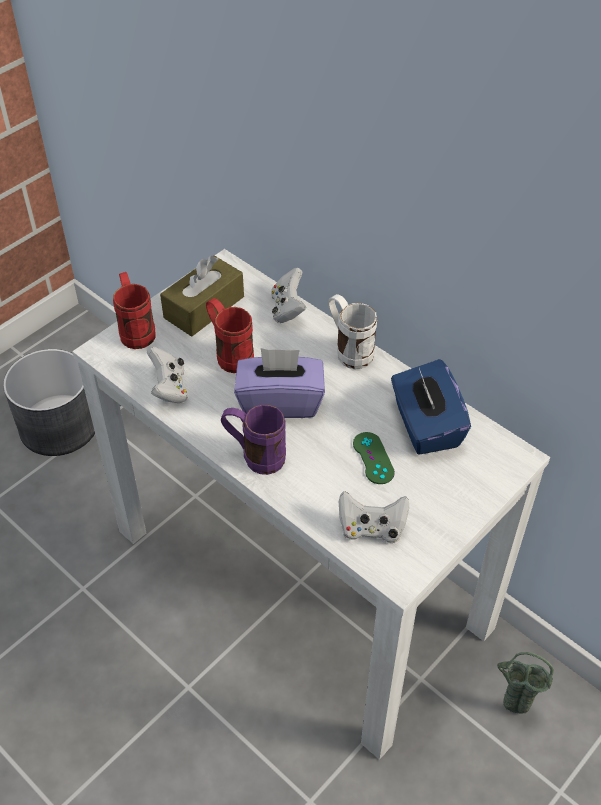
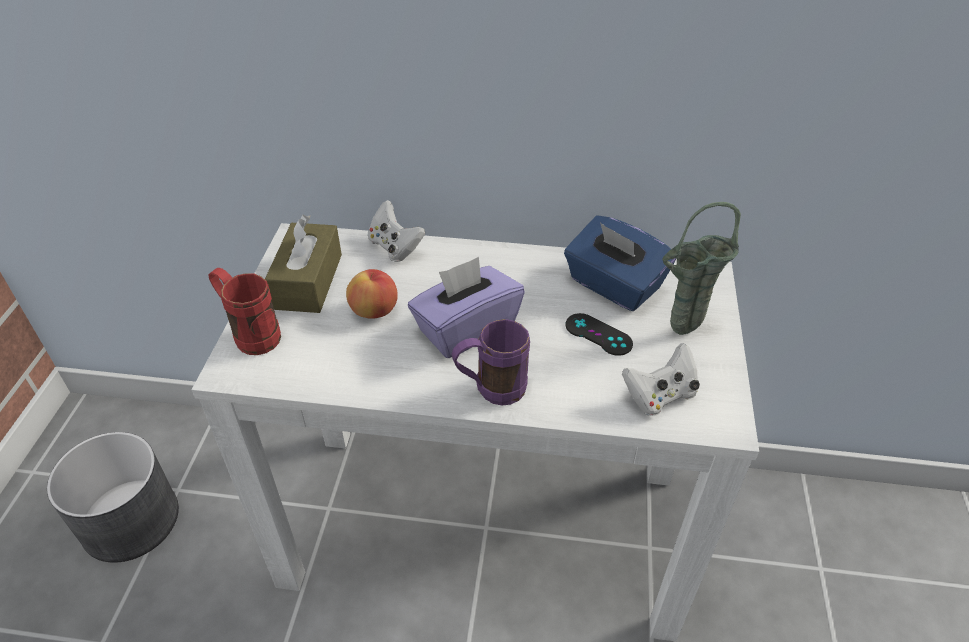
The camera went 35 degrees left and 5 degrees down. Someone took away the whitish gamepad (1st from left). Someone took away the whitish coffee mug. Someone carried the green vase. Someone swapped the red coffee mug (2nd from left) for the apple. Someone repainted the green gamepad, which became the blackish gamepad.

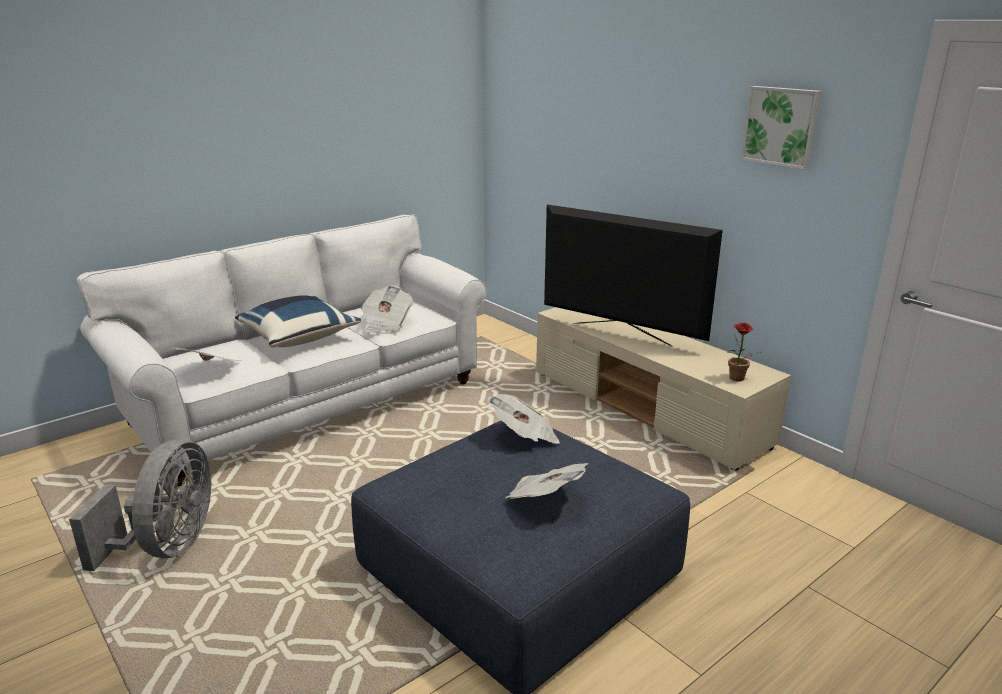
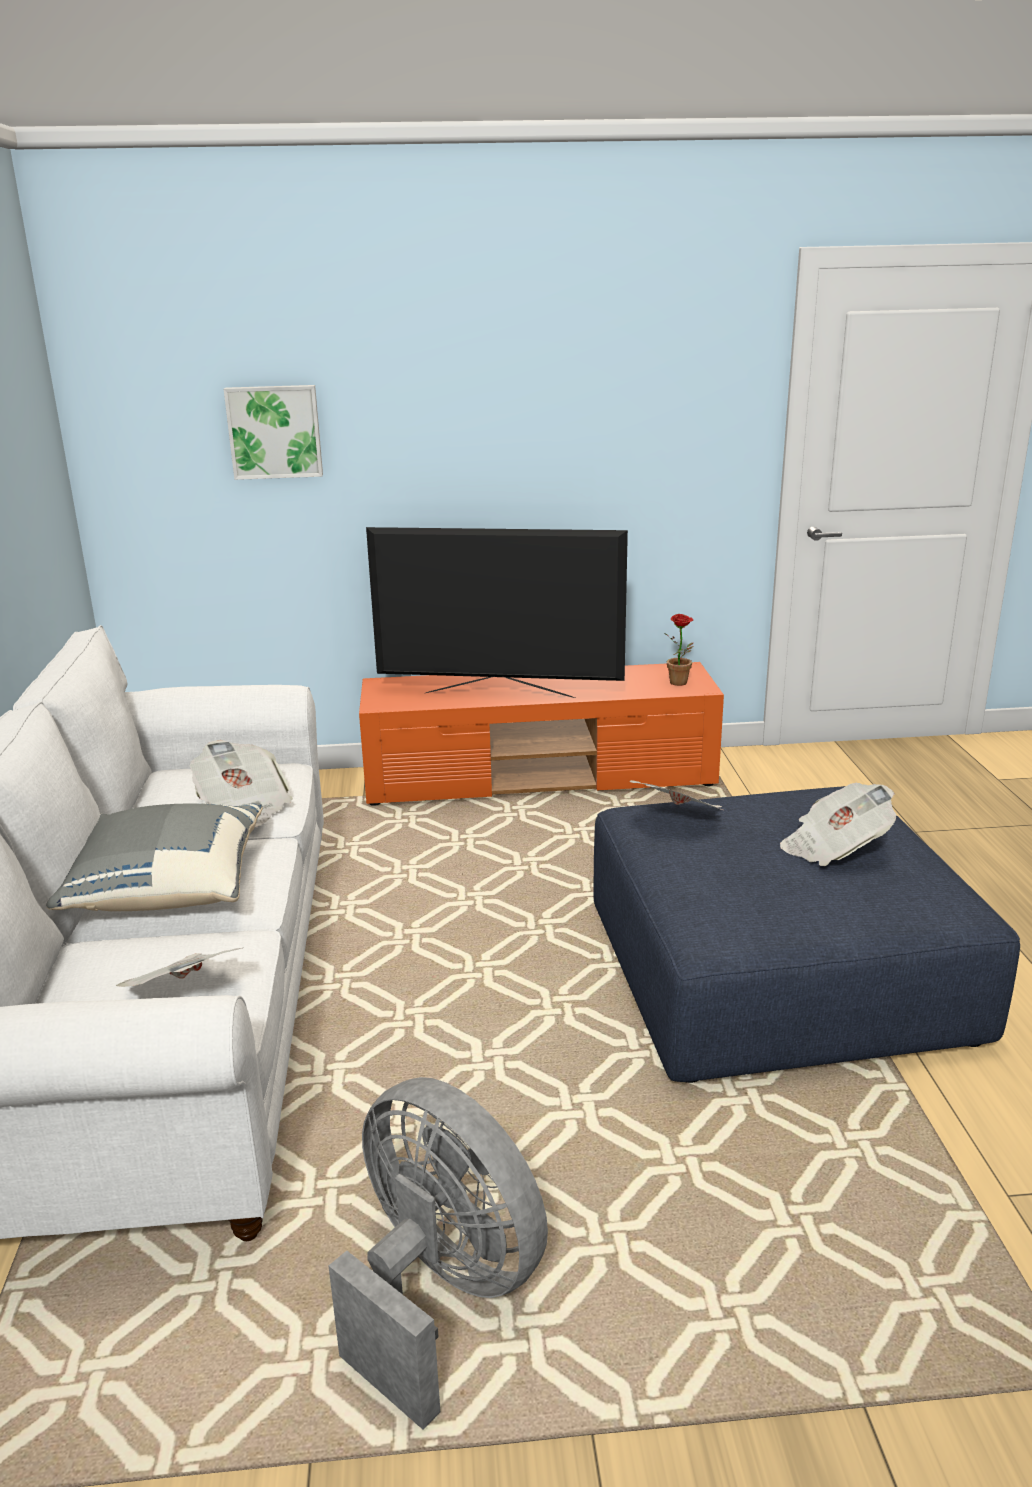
The camera went 55 degrees left and 0 degrees up. Someone carried the picture. Someone repainted the blue throw pillow, which became the gray throw pillow. Someone repainted the beige-coloured tv stand, which became the orange tv stand. Someone rotated the TV set by 150 degrees counterclockwise.

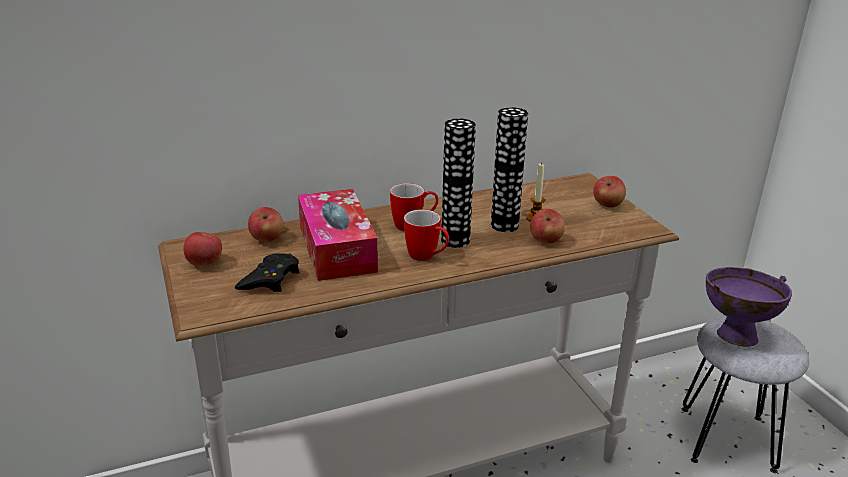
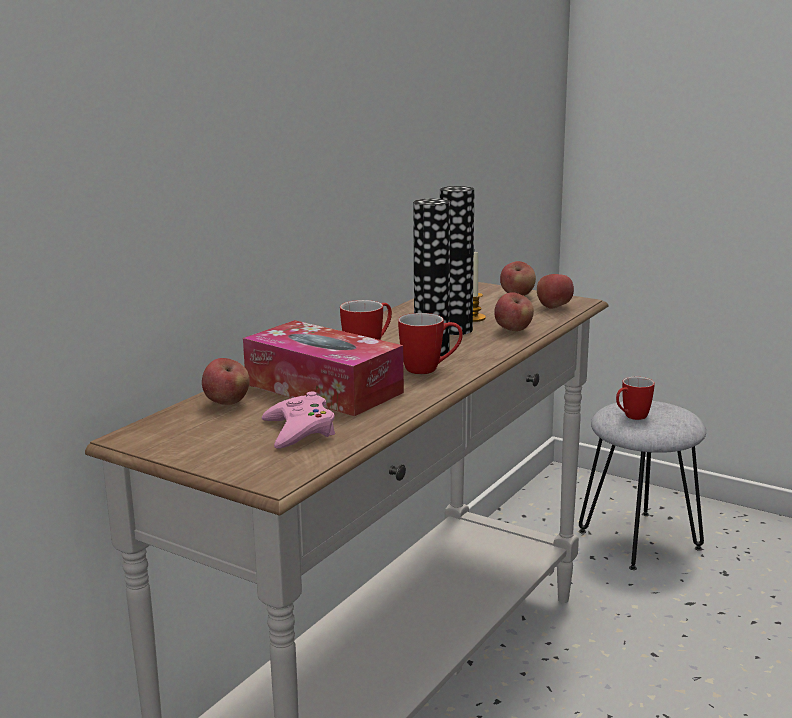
The camera went 35 degrees left and 10 degrees down. Someone carried the apple (1st from left in the first image). Someone swapped the purple serving bowl for the coffee mug (3rd from left). Someone repainted the blackish gamepad, which became the pinkish gamepad.

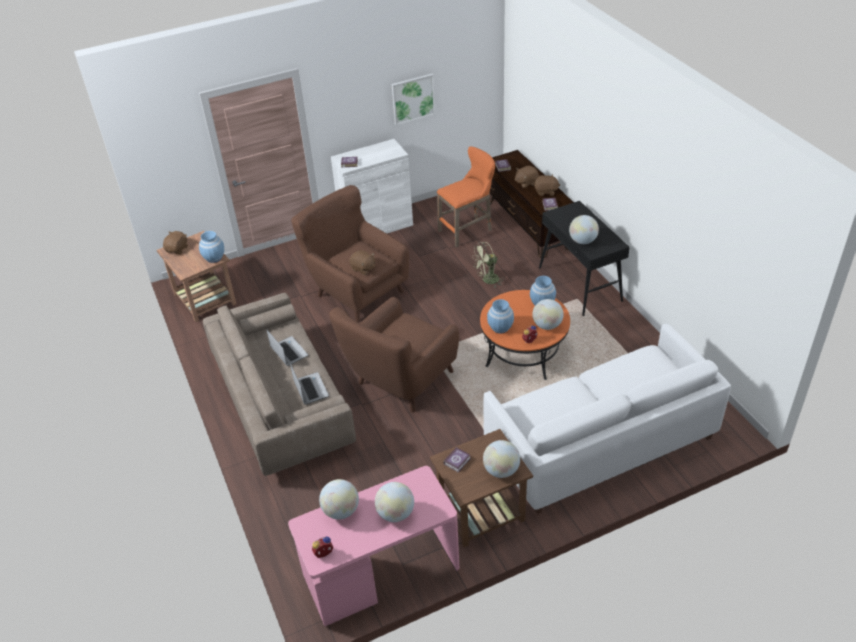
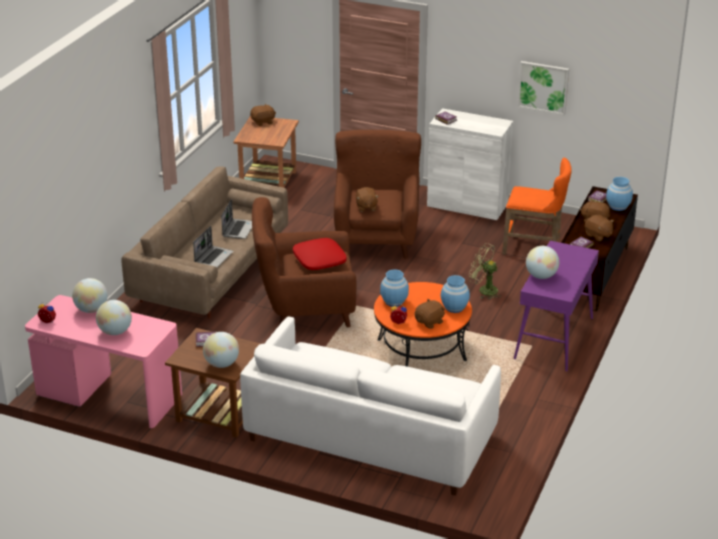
The camera went 45 degrees right and 10 degrees down. Someone put down the red throw pillow. Someone carried the blue vase (1st from left in the first image). Someone swapped the world globe (4th from left) for the brown plush toy (3rd from left). Someone repainted the blackish hall table, which became the purple hall table.

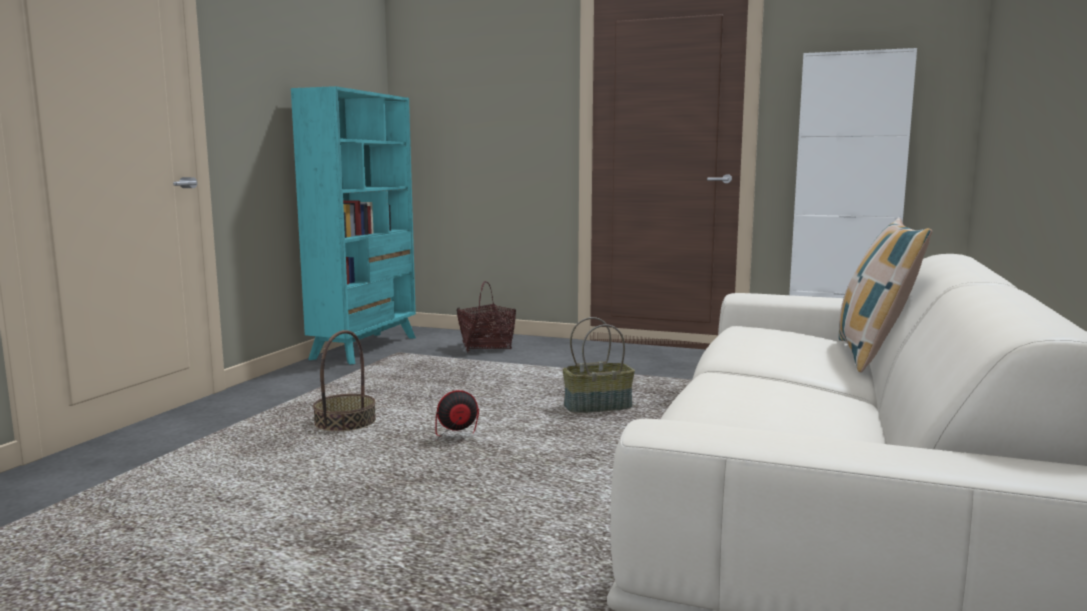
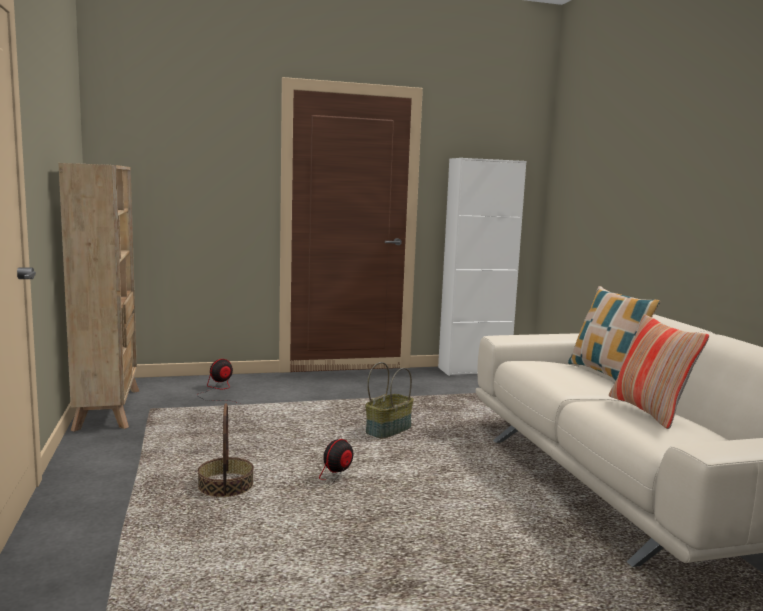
The camera went 35 degrees left and 0 degrees up. Someone put down the throw pillow (2nd from left). Someone swapped the basket (2nd from left) for the cooling fan (1st from left). Someone repainted the blue-green bookcase, which became the beige-coloured bookcase.

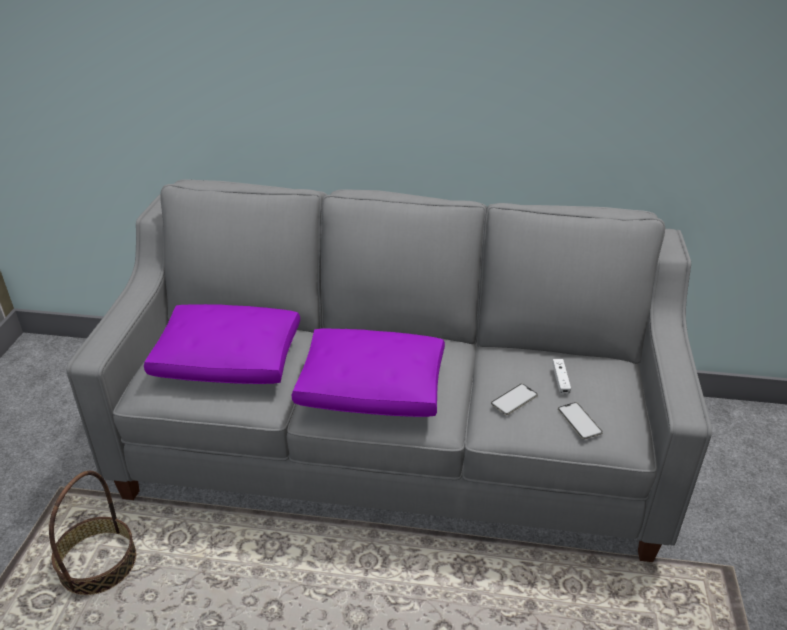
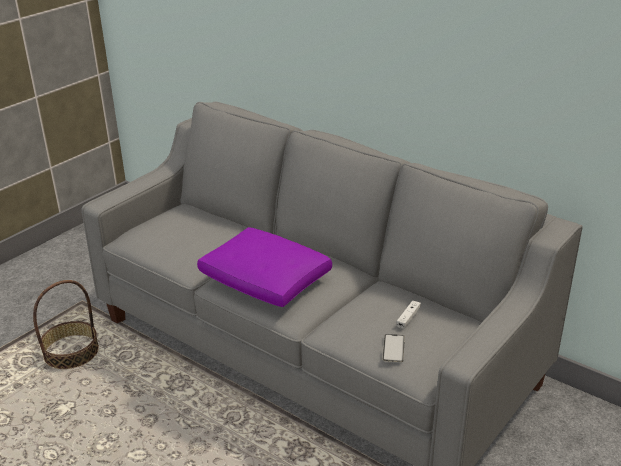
The camera went 30 degrees right and 5 degrees down. Someone took away the purple throw pillow (1st from left). Someone took away the telephone (1st from left).

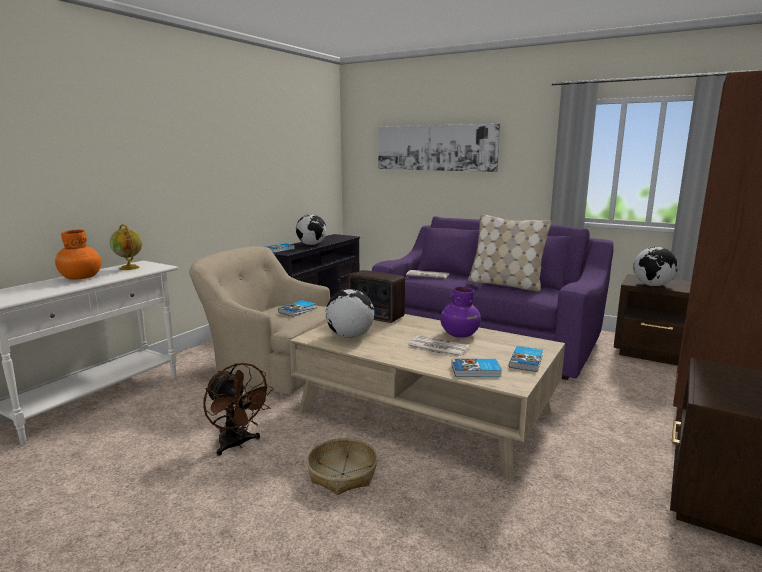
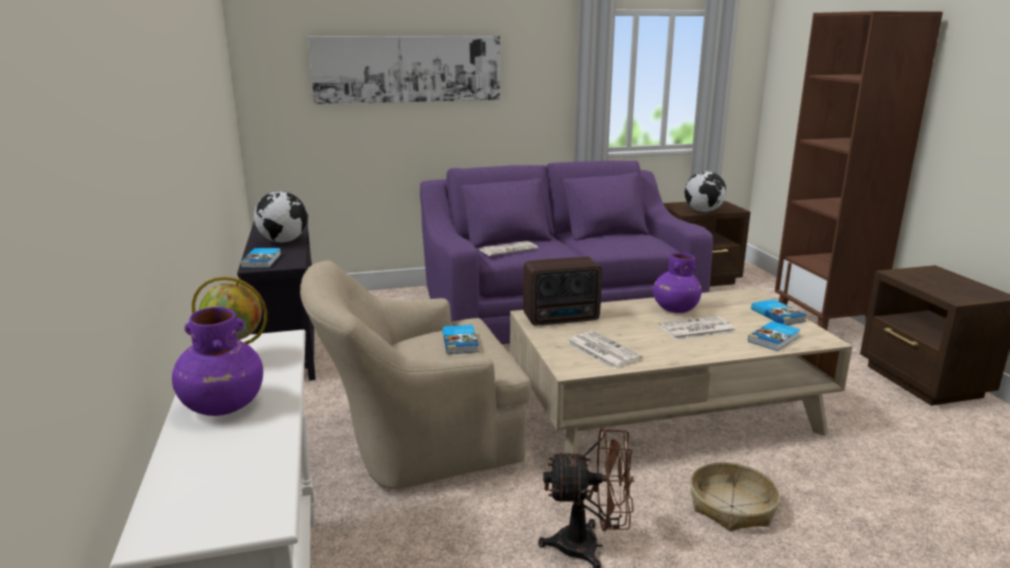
The camera went 45 degrees left and 5 degrees up. Someone took away the beige-coloured throw pillow. Someone swapped the world globe (3rd from left) for the newspaper (2nd from left). Someone repainted the orange vase, which became the purple vase (1st from left).

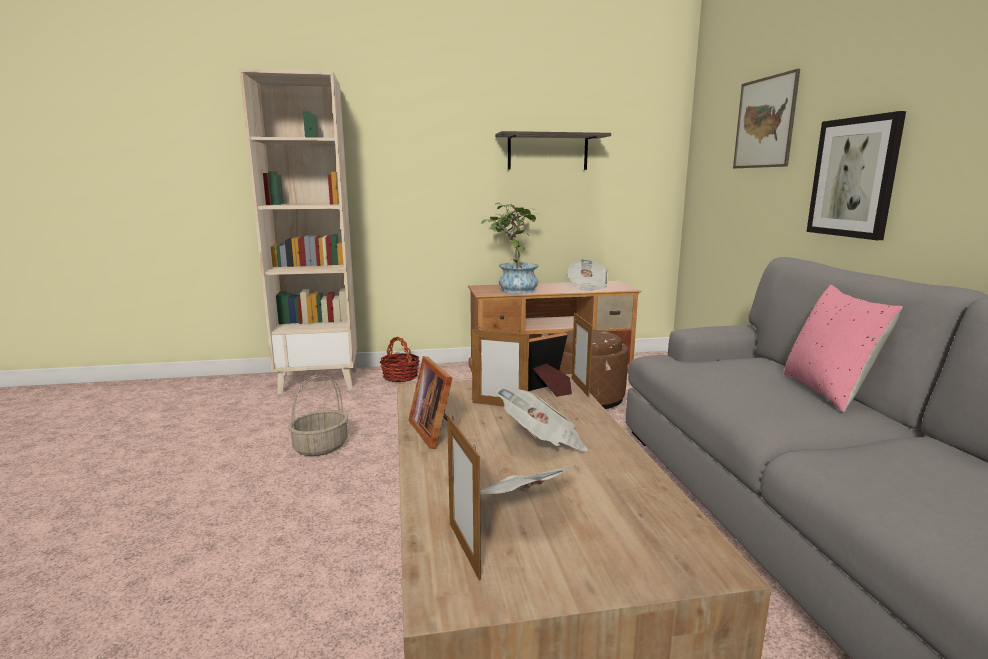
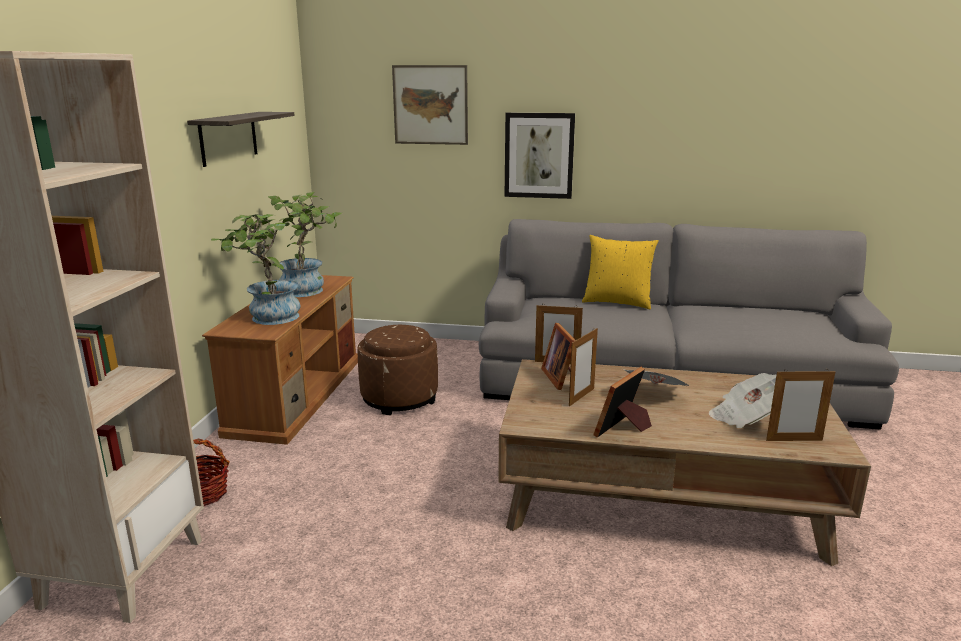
The camera went 70 degrees left and 5 degrees up. Someone took away the basket (1st from left). Someone swapped the newspaper (3rd from left) for the potted plant (2nd from left). Someone repainted the pinkish throw pillow, which became the yellow throw pillow. Someone rotated the photo frame (1st from left in the first image) by 135 degrees clockwise.

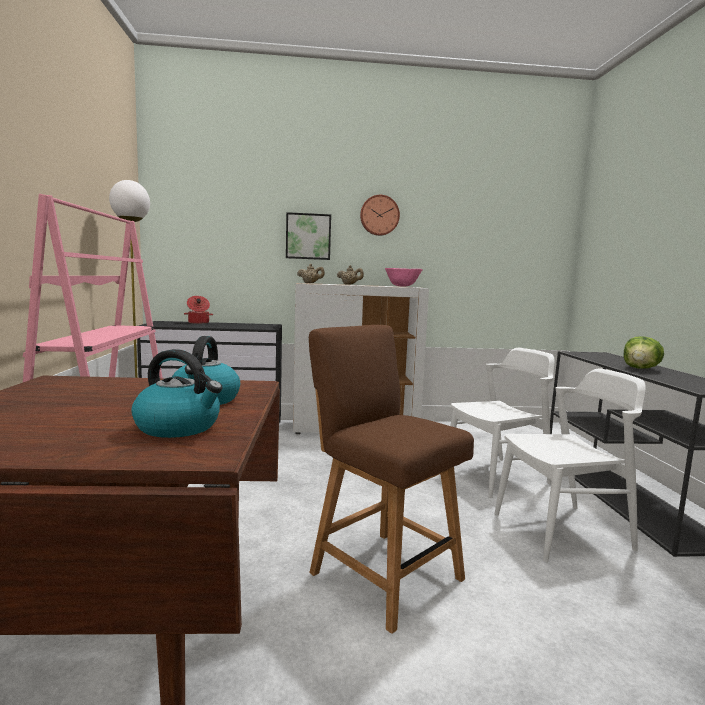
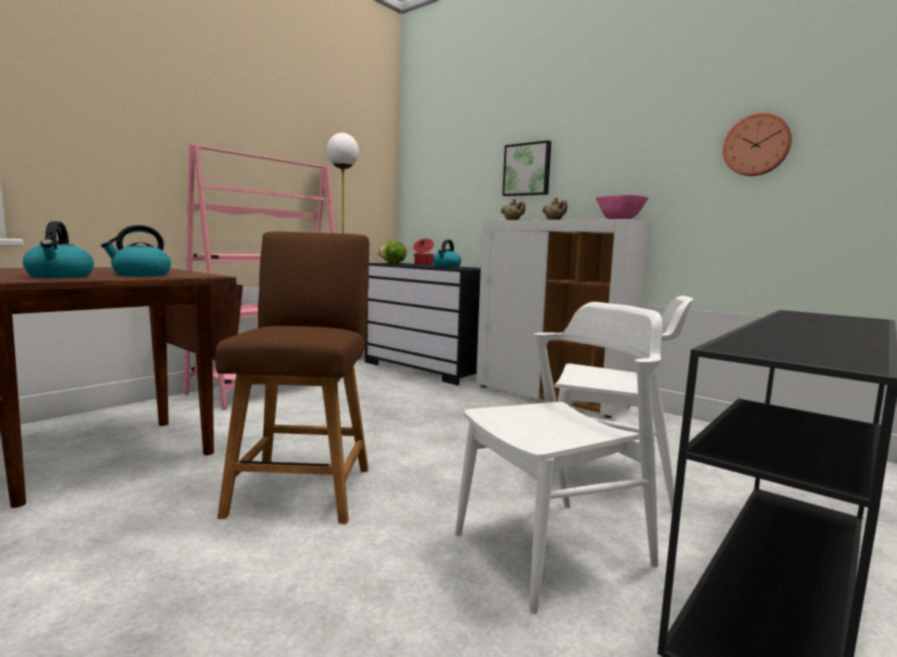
The camera went 45 degrees right and 0 degrees up. Someone put down the water kettle (3rd from left). Someone carried the hanging clock. Someone carried the head of lettuce. Someone rotated the whitish upright chair (2nd from left in the first image) by 60 degrees counterclockwise.

